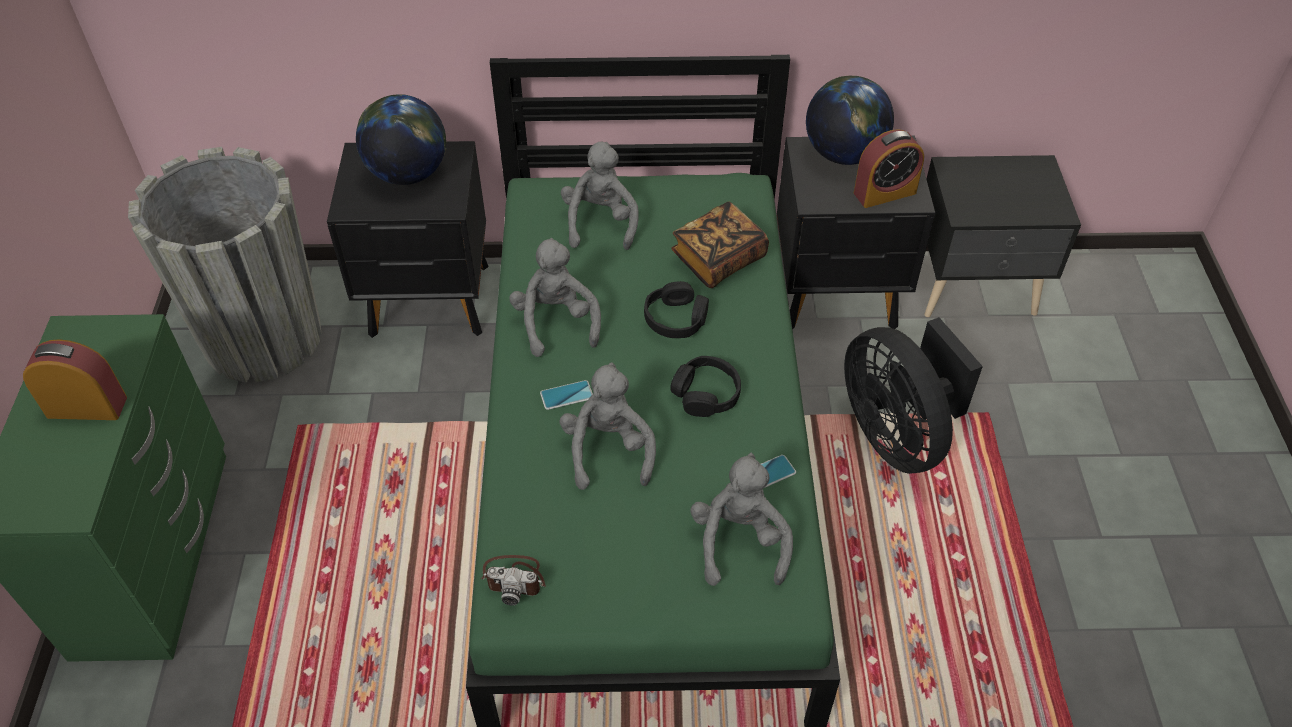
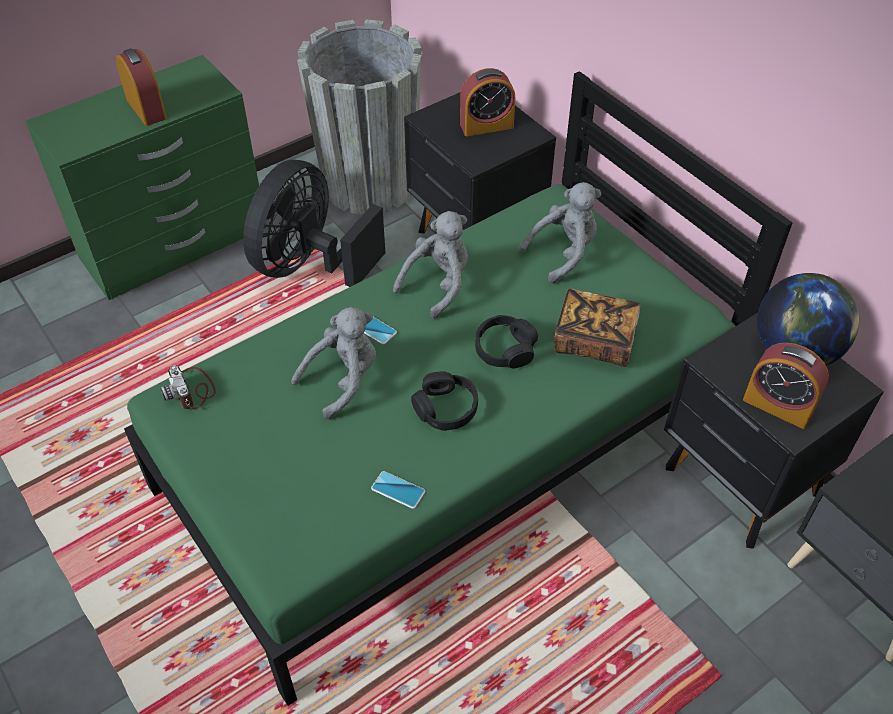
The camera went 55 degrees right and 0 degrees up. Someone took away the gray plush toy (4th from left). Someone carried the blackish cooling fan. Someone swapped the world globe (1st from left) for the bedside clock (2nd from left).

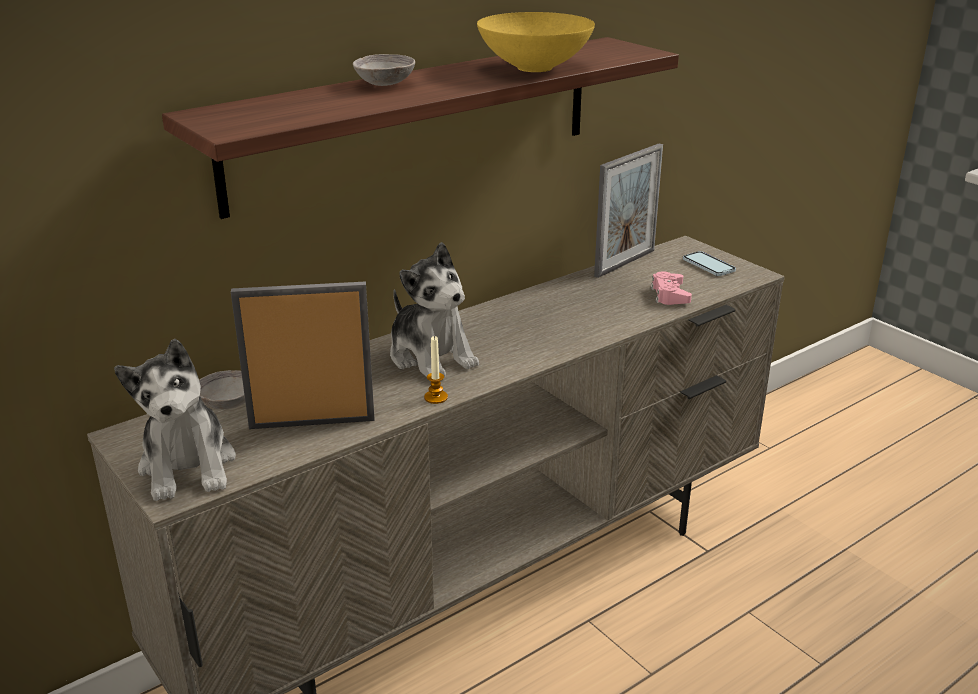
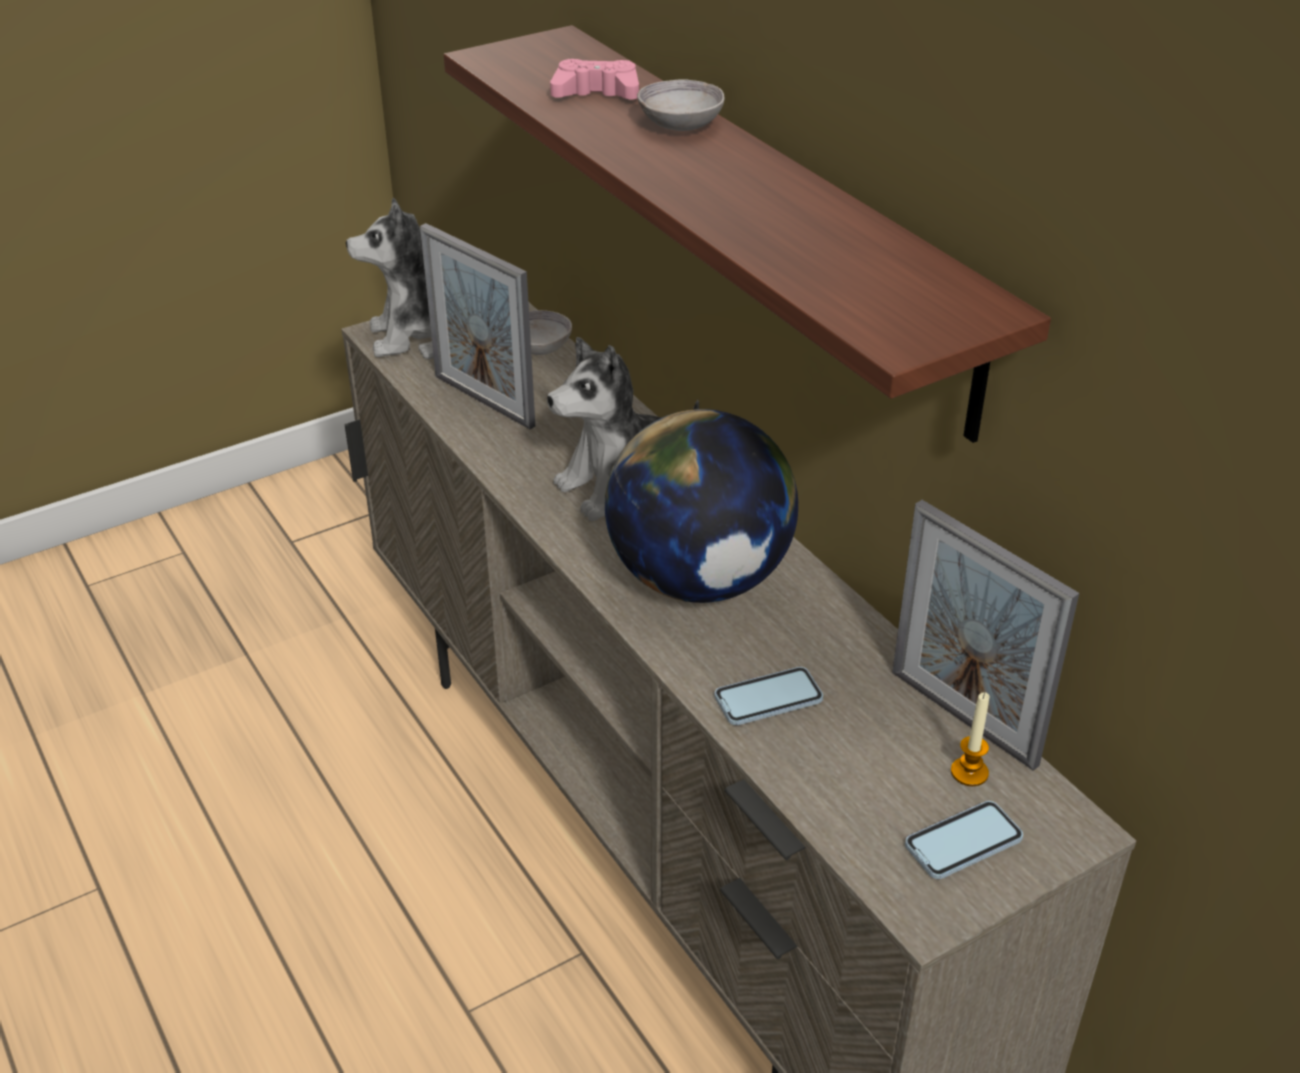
The camera went 95 degrees right and 10 degrees up. Someone took away the yellow serving bowl. Someone put down the world globe. Someone put down the telephone (1st from left). Someone carried the candle. Someone carried the pinkish gamepad. Someone rotated the photo frame (1st from left) by 135 degrees clockwise.

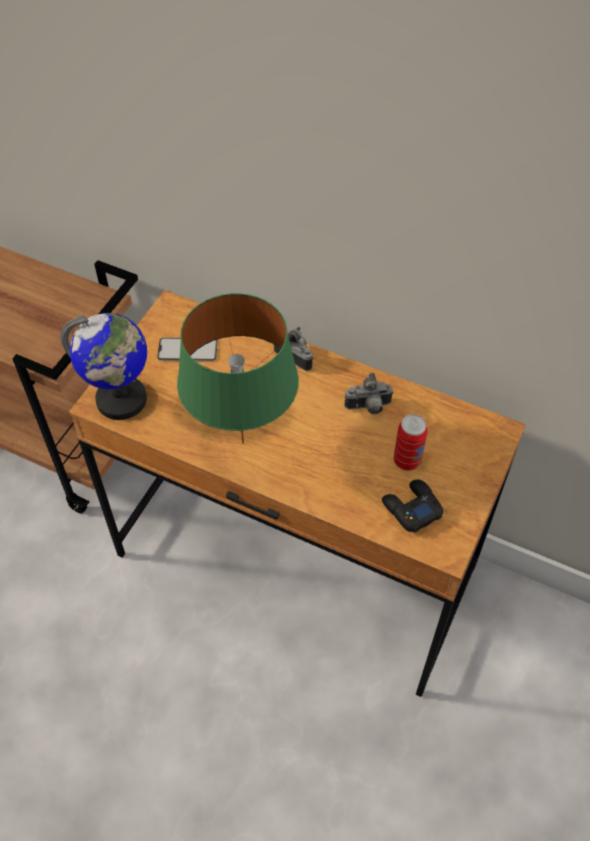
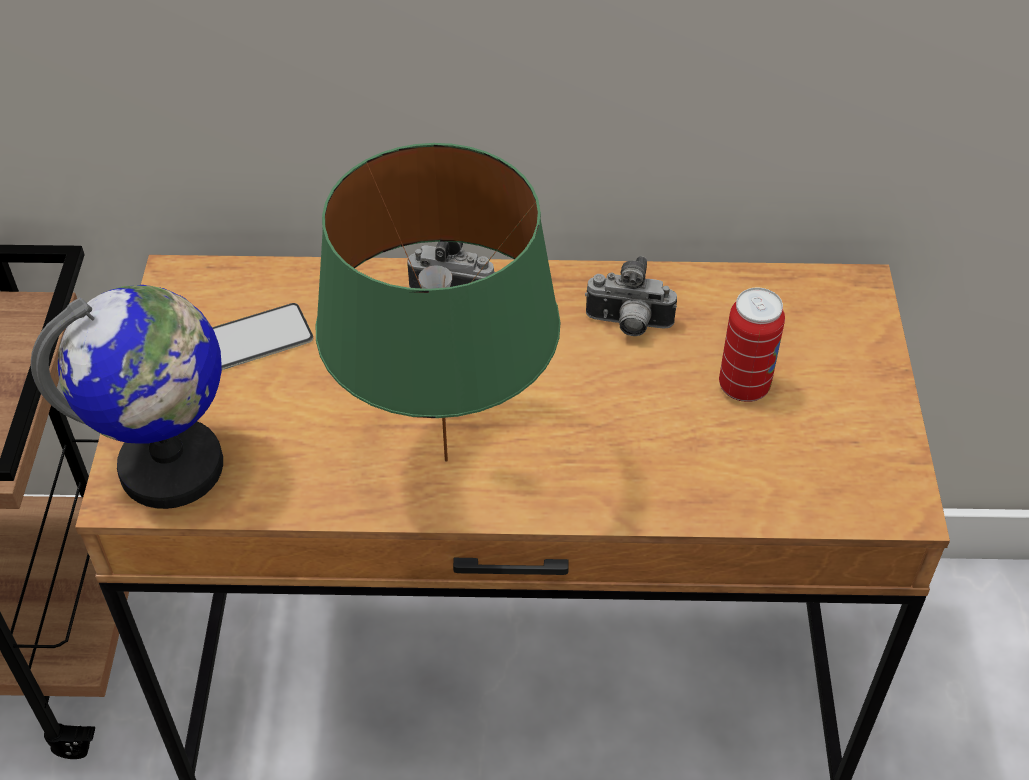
The camera went 25 degrees left and 5 degrees down. Someone took away the blackish gamepad. Someone rotated the photo camera (2nd from left) by 45 degrees clockwise.

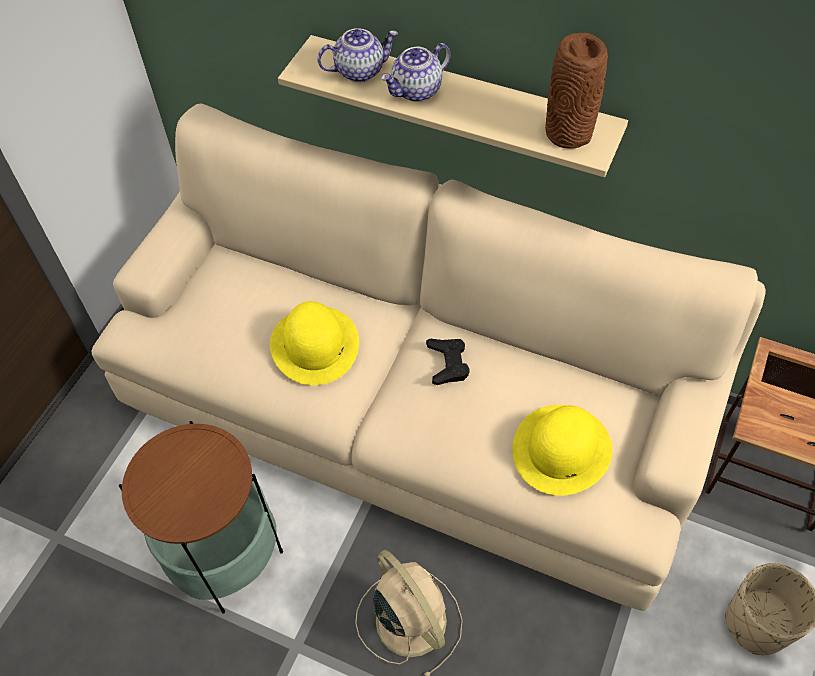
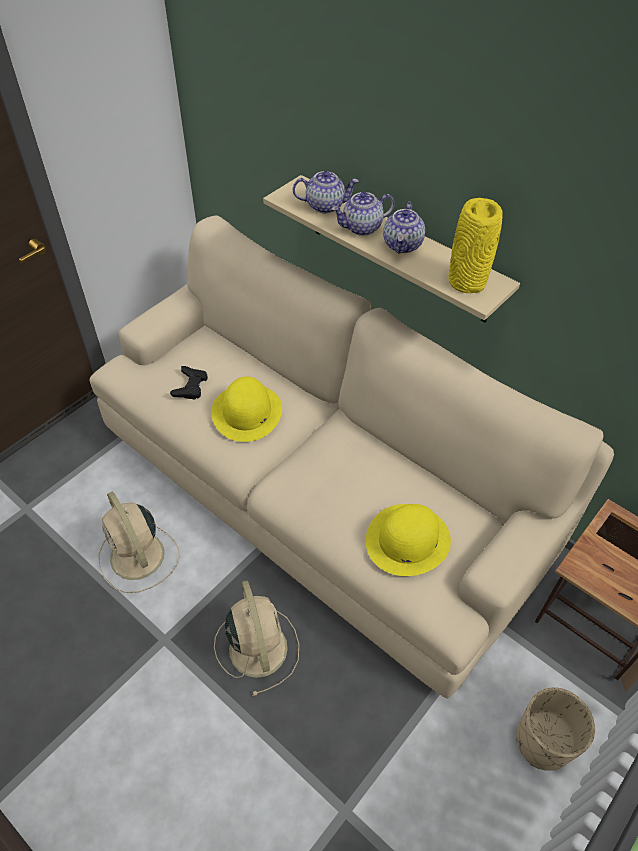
The camera went 15 degrees right and 5 degrees down. Someone put down the teapot (3rd from left). Someone carried the blackish gamepad. Someone swapped the side table (1st from left) for the beige-coloured cooling fan (1st from left). Someone repainted the brown vase, which became the yellow vase.

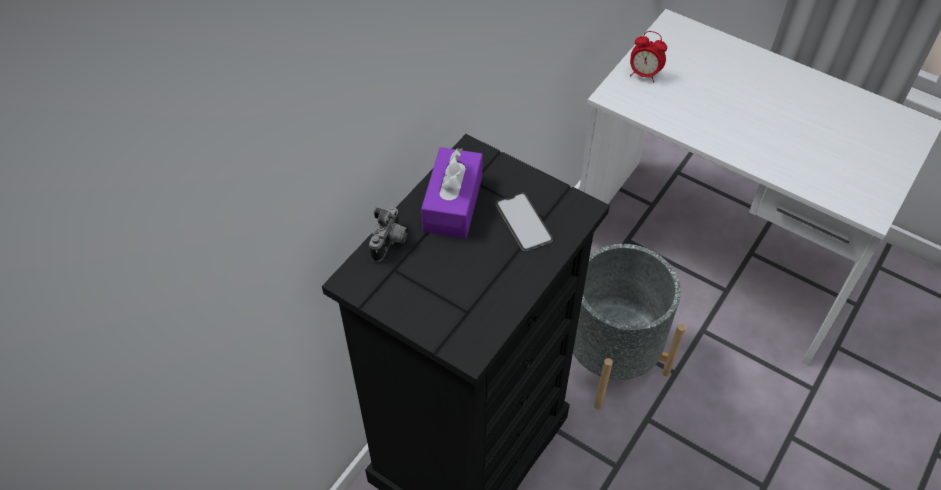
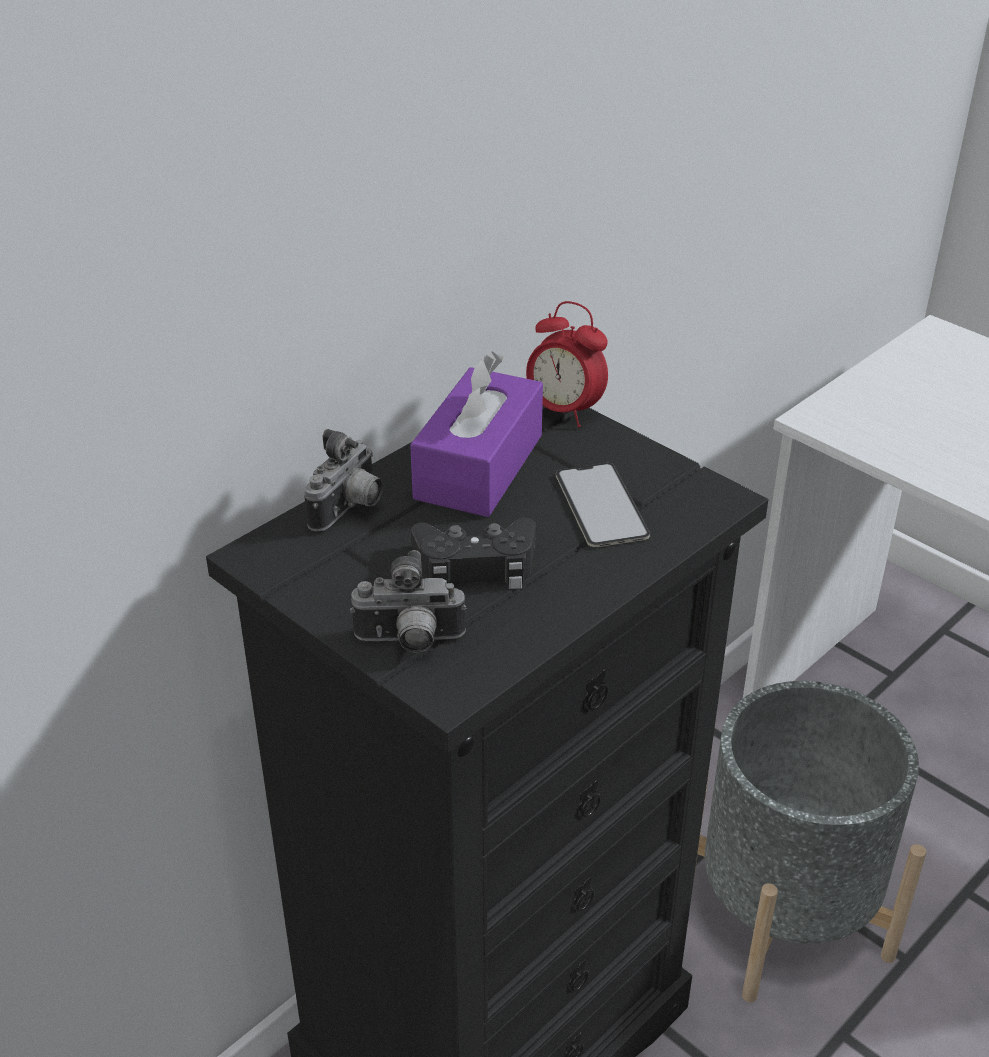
The camera went 10 degrees right and 15 degrees down. Someone put down the photo camera (2nd from left). Someone put down the blackish gamepad. Someone carried the bedside clock.

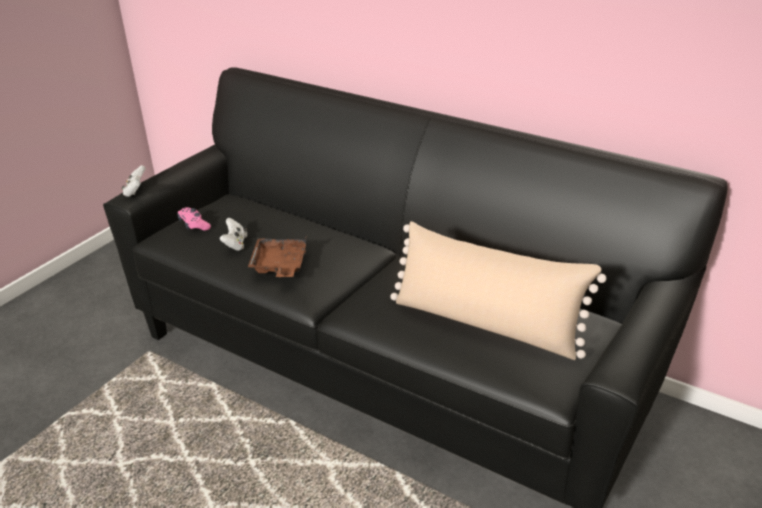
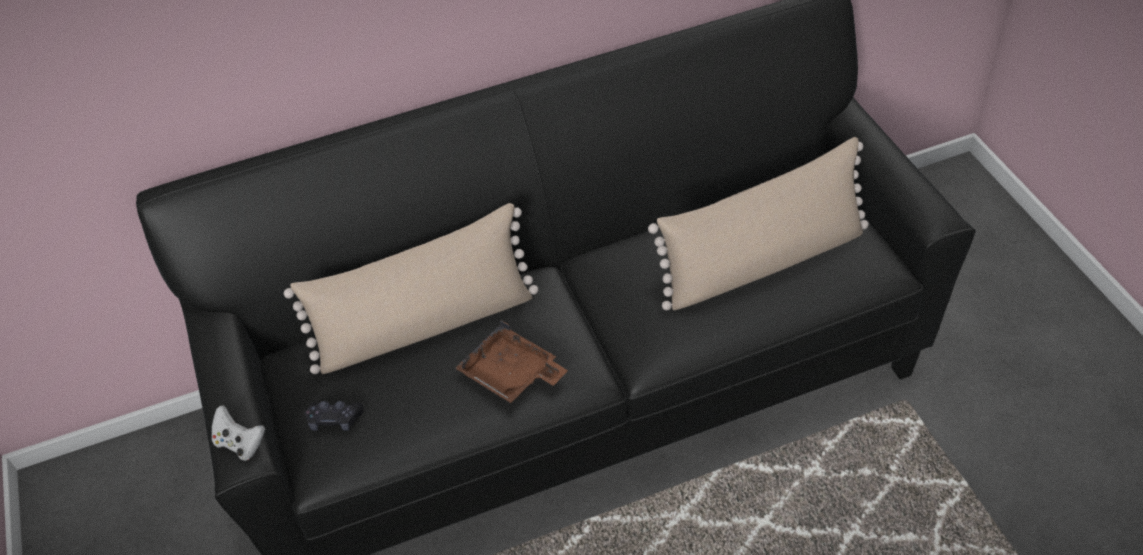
The camera went 50 degrees left and 15 degrees up. Someone took away the whitish gamepad (2nd from left). Someone put down the beige-coloured throw pillow (1st from left). Someone repainted the pinkish gamepad, which became the blackish gamepad.

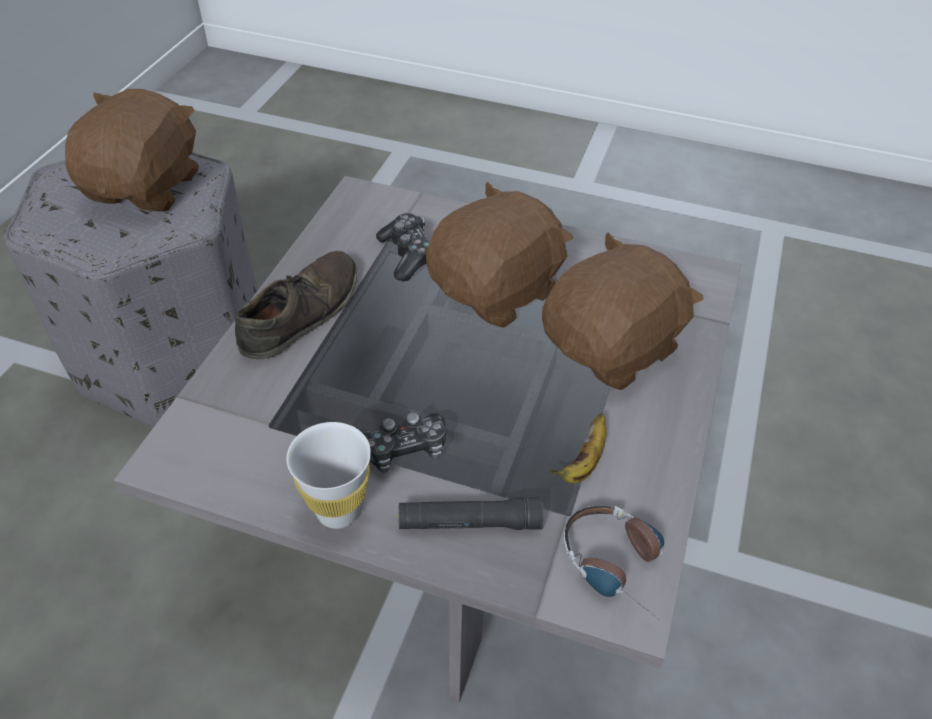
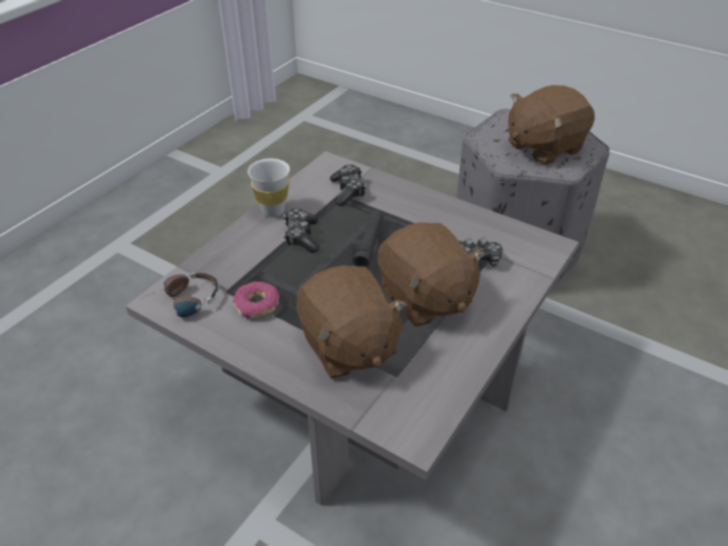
The camera went 105 degrees right and 5 degrees down. Someone took away the brown shoe. Someone put down the gamepad (2nd from left). Someone carried the blackish torch. Someone swapped the banana fruit for the donut. Someone rotated the brown plush toy (1st from left in the first image) by 120 degrees clockwise.

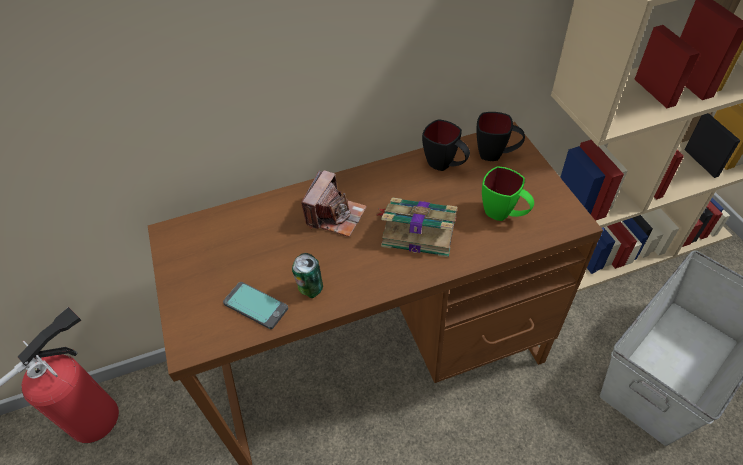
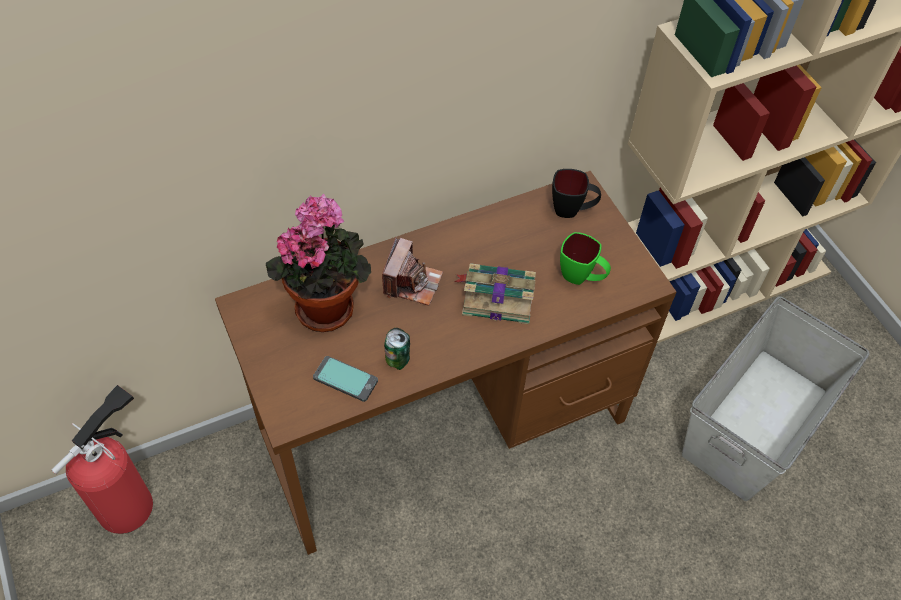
The camera went 10 degrees left and 5 degrees up. Someone took away the blackish coffee mug (1st from left). Someone put down the potted plant.

